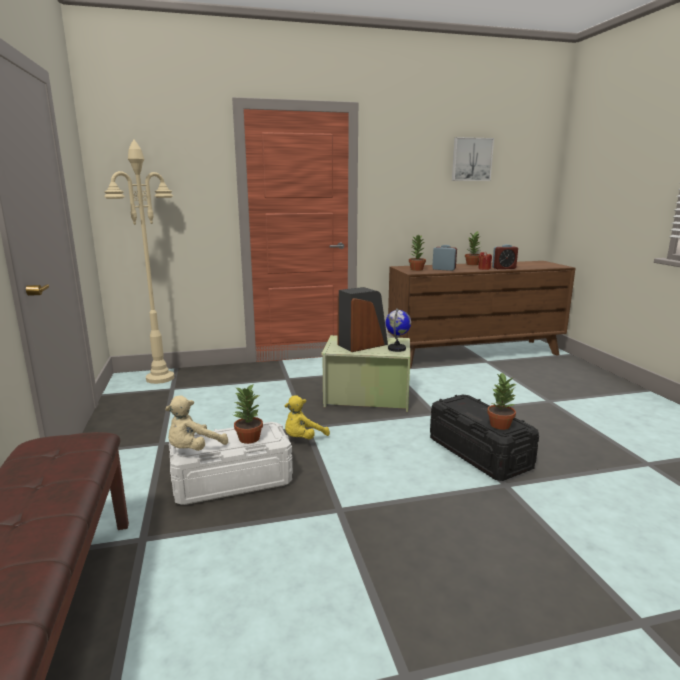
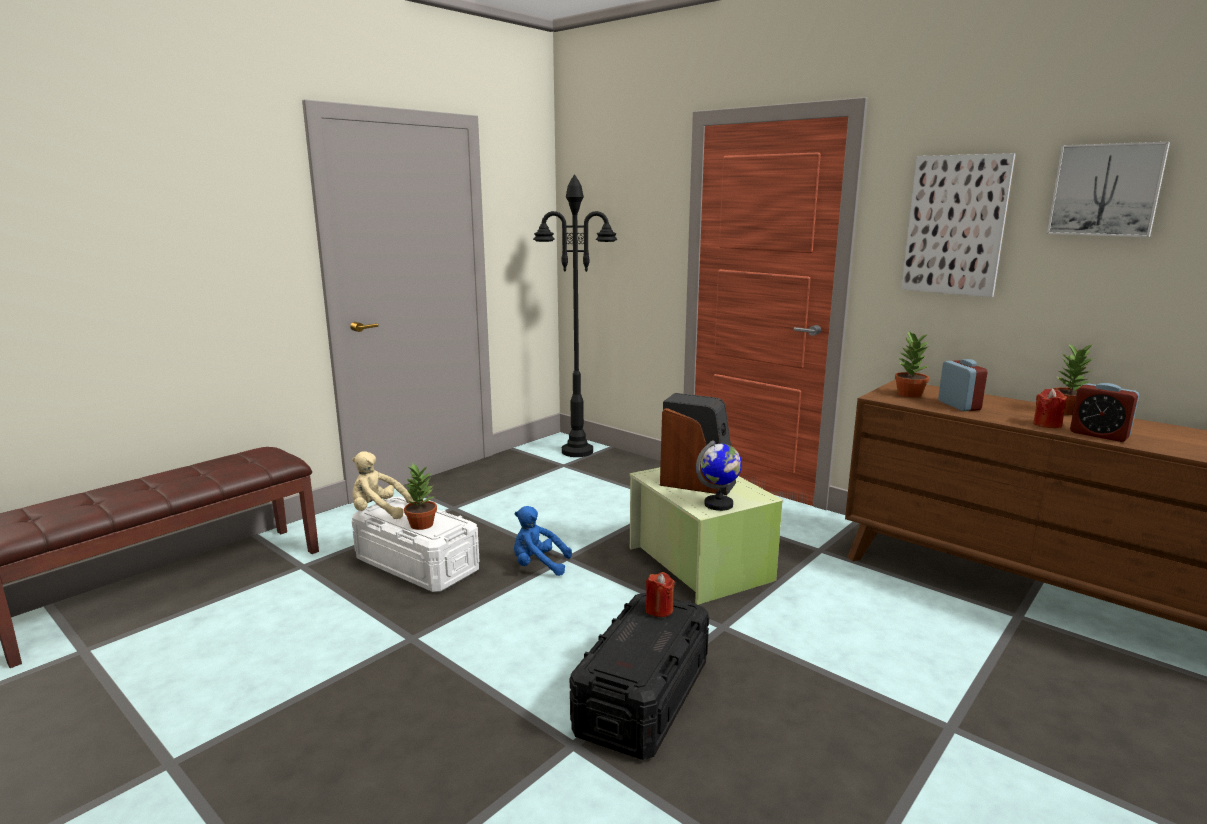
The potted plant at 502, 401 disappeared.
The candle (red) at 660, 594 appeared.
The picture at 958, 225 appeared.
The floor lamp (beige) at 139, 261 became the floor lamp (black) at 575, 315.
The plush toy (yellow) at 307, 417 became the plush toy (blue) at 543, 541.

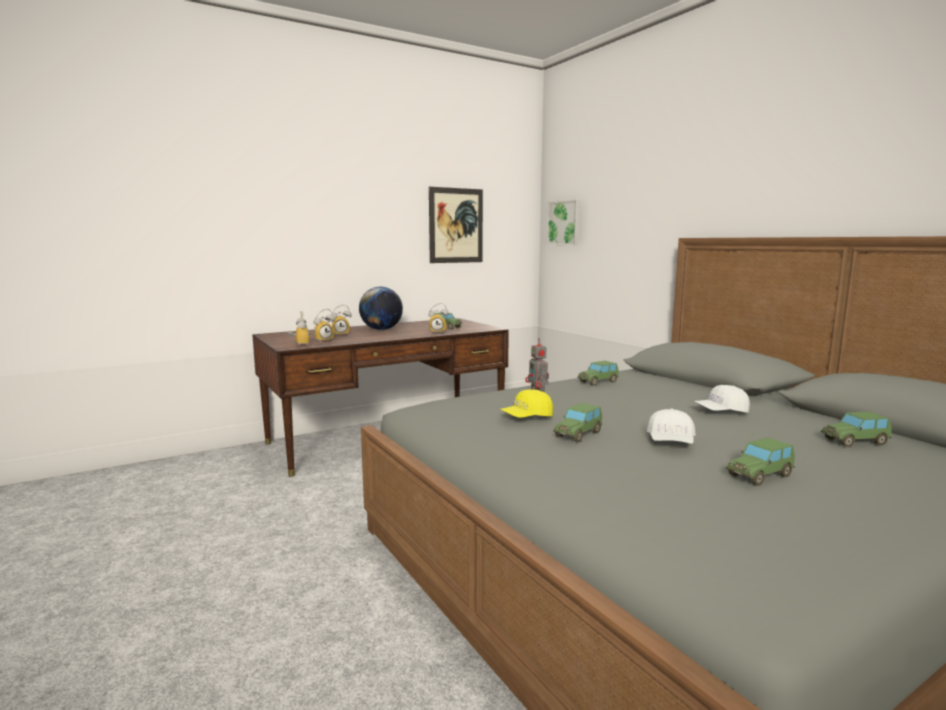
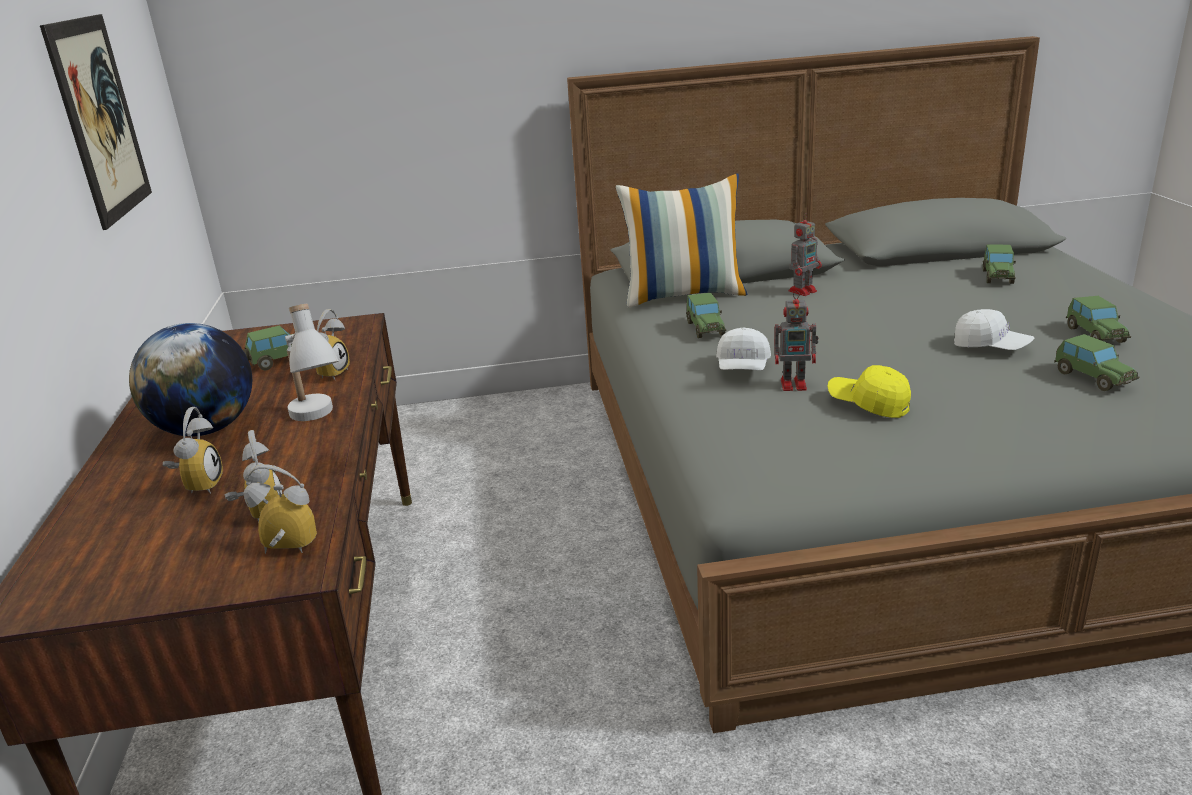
The picture at 563, 223 disappeared.
The table lamp (white) at 312, 362 appeared.
The pillow at 681, 241 appeared.
The toy robot at 805, 254 appeared.
The toy car moved from 577, 422 to 1096, 362.
The cap (white) moved from 722, 399 to 743, 349.
The cap (yellow) at 526, 403 turned 135 degrees clockwise.

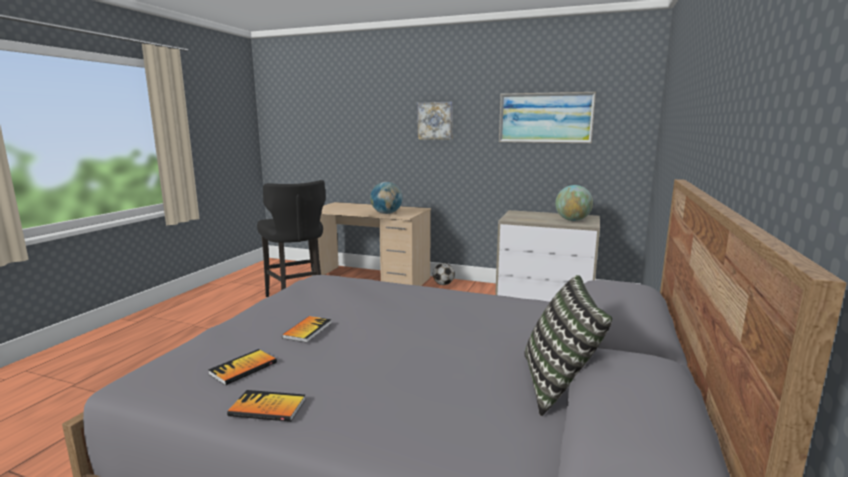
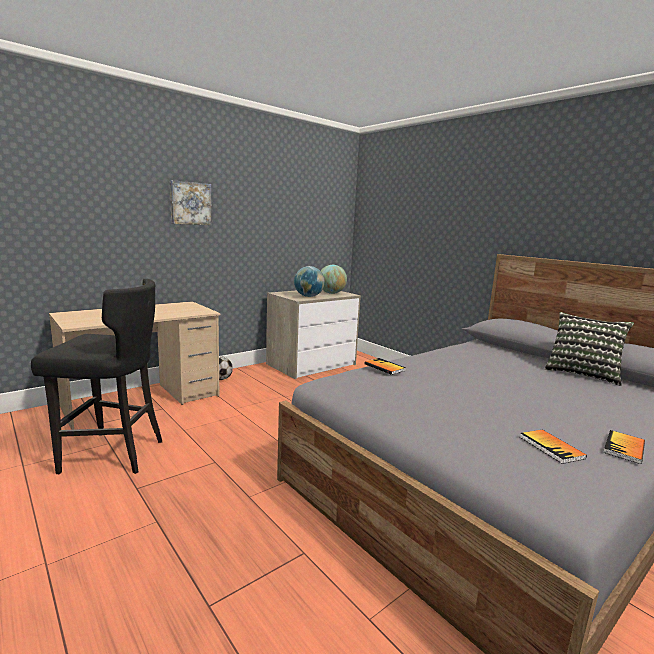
The picture at 547, 117 disappeared.
The book moved from 307, 329 to 385, 366.
The globe moved from 386, 198 to 309, 281.

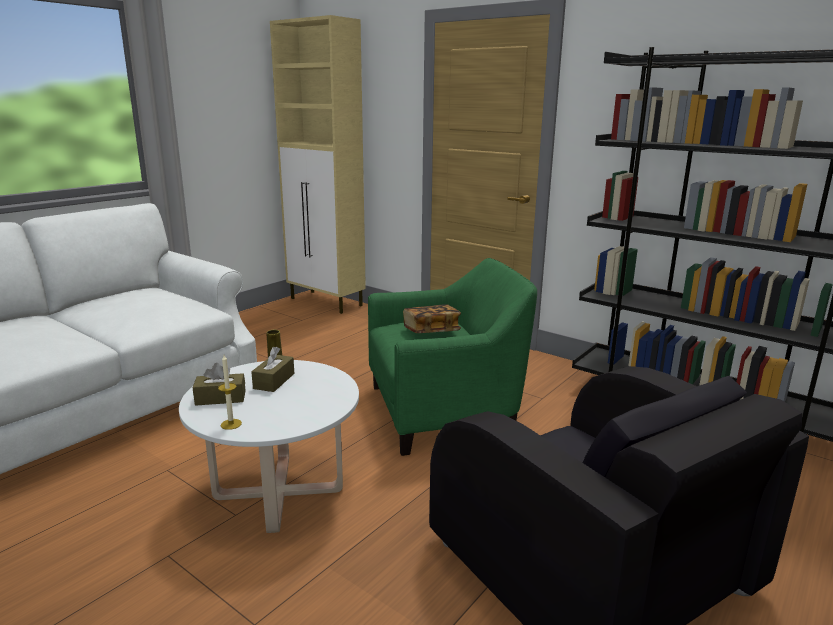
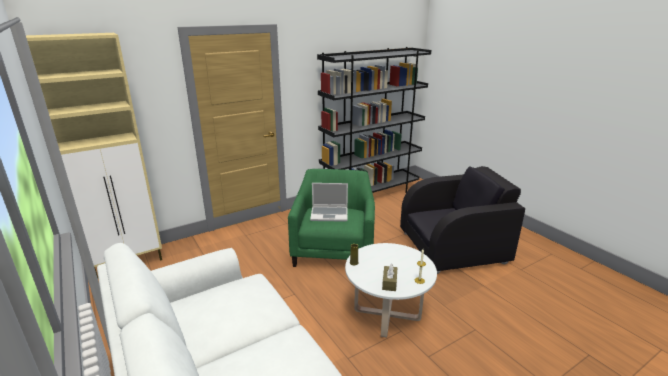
The tissue box (brown) at 272, 369 disappeared.
The book at 432, 319 was replaced by the laptop at 329, 202.

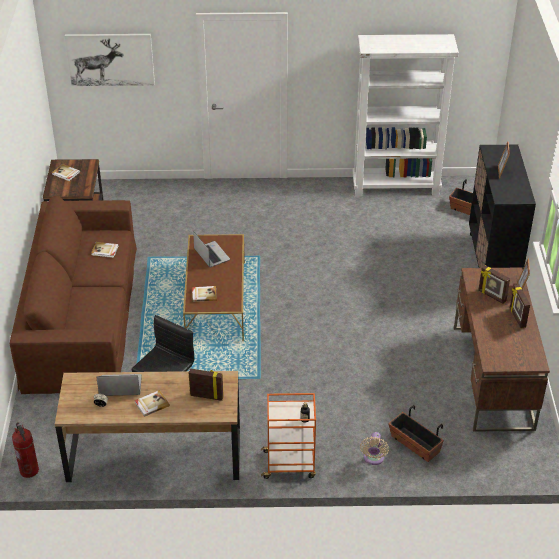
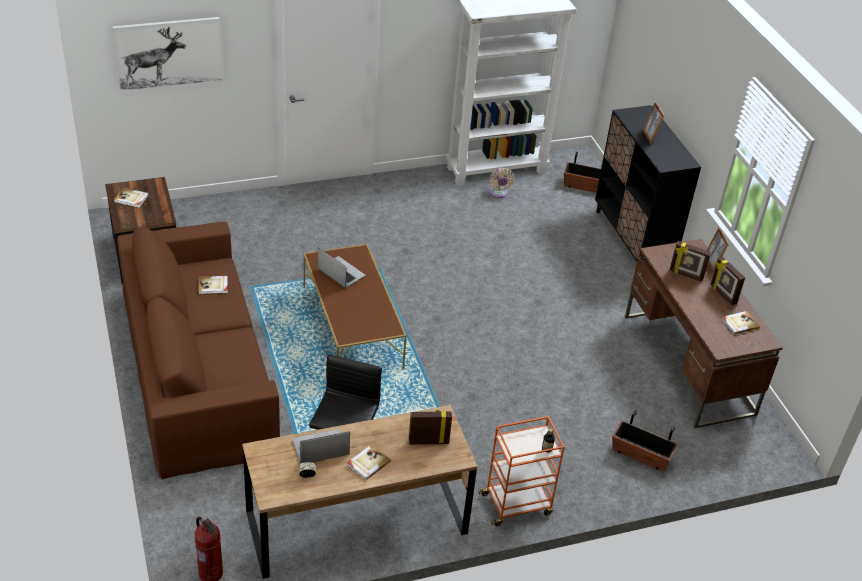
The book moved from 204, 294 to 740, 323.
The fan (beige) moved from 374, 448 to 502, 182.

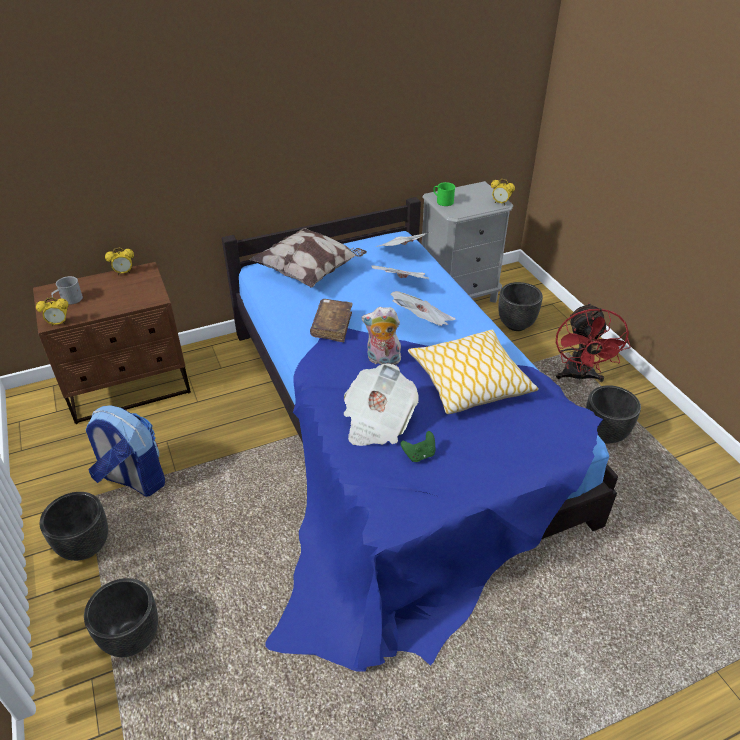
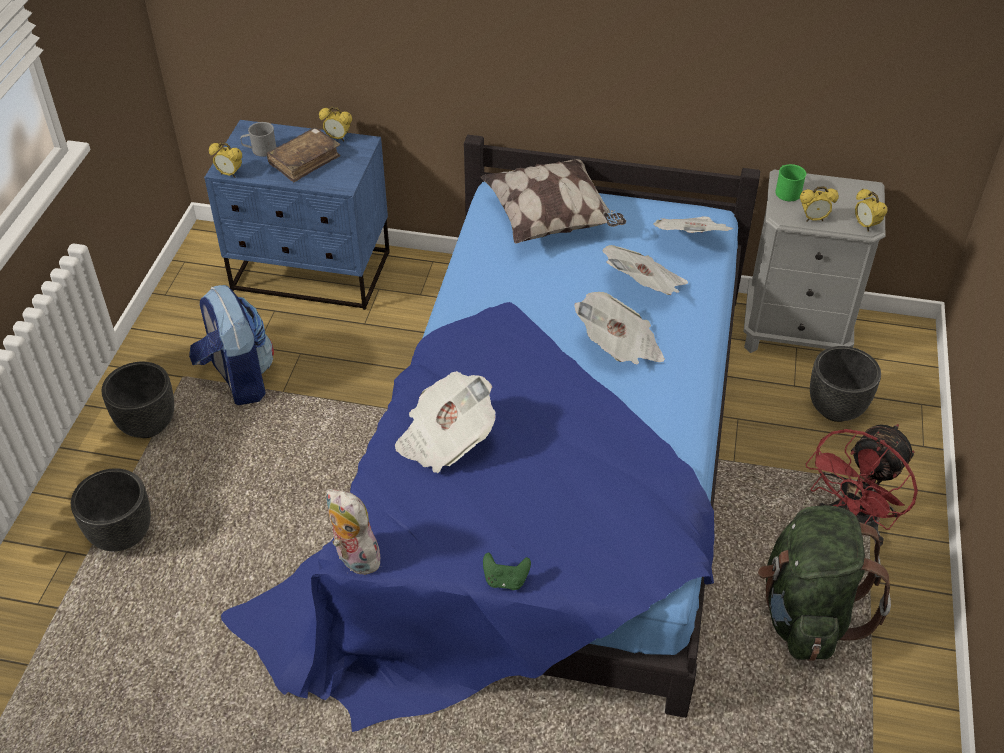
The pillow at 473, 371 disappeared.
The alarm clock at 819, 204 appeared.
The book (brown) moved from 331, 320 to 304, 155.
The plush toy moved from 381, 336 to 356, 532.
The game controller (green) moved from 418, 446 to 507, 571.
The planter (black) at 613, 414 was replaced by the backpack (green) at 824, 583.
The nightstand (brown) at 112, 343 became the nightstand (blue) at 297, 215.

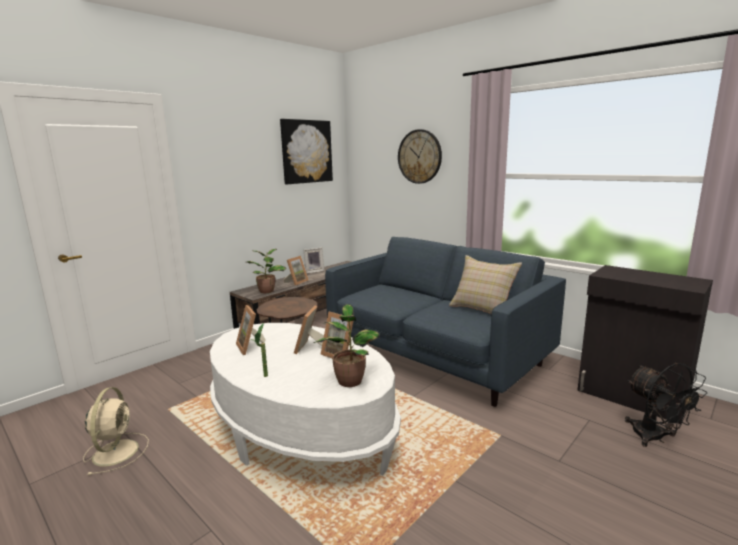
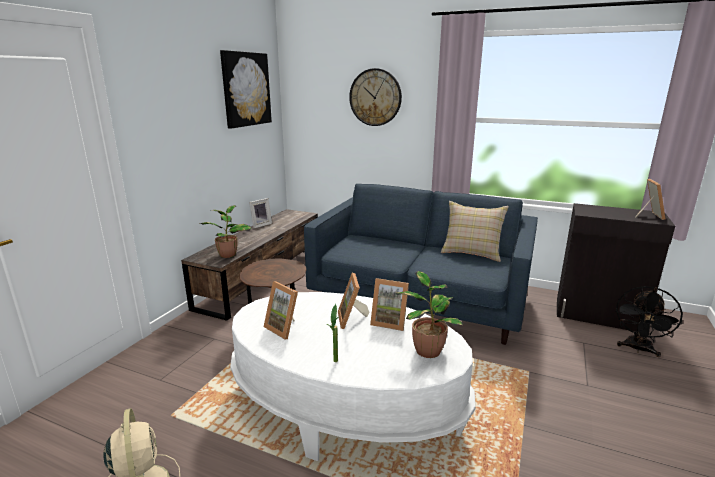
The picture frame moved from 296, 271 to 650, 199.
The fan (black) at 666, 405 turned 75 degrees clockwise.

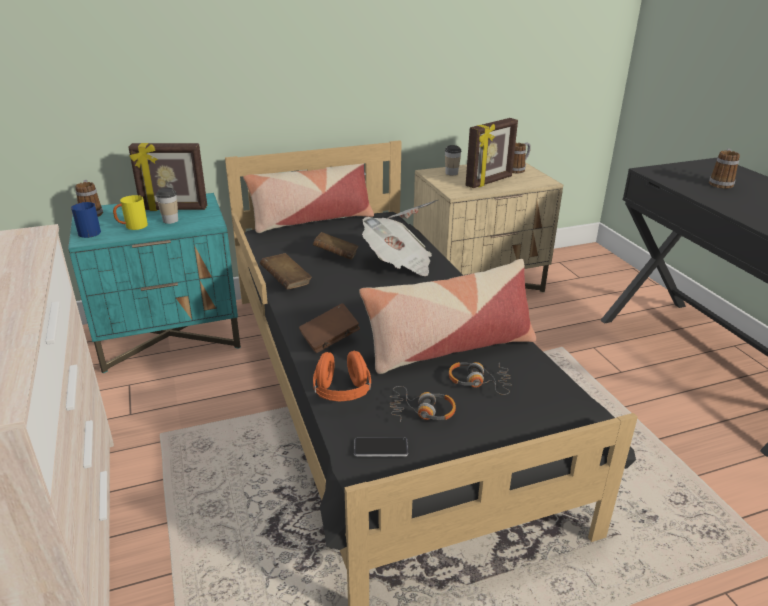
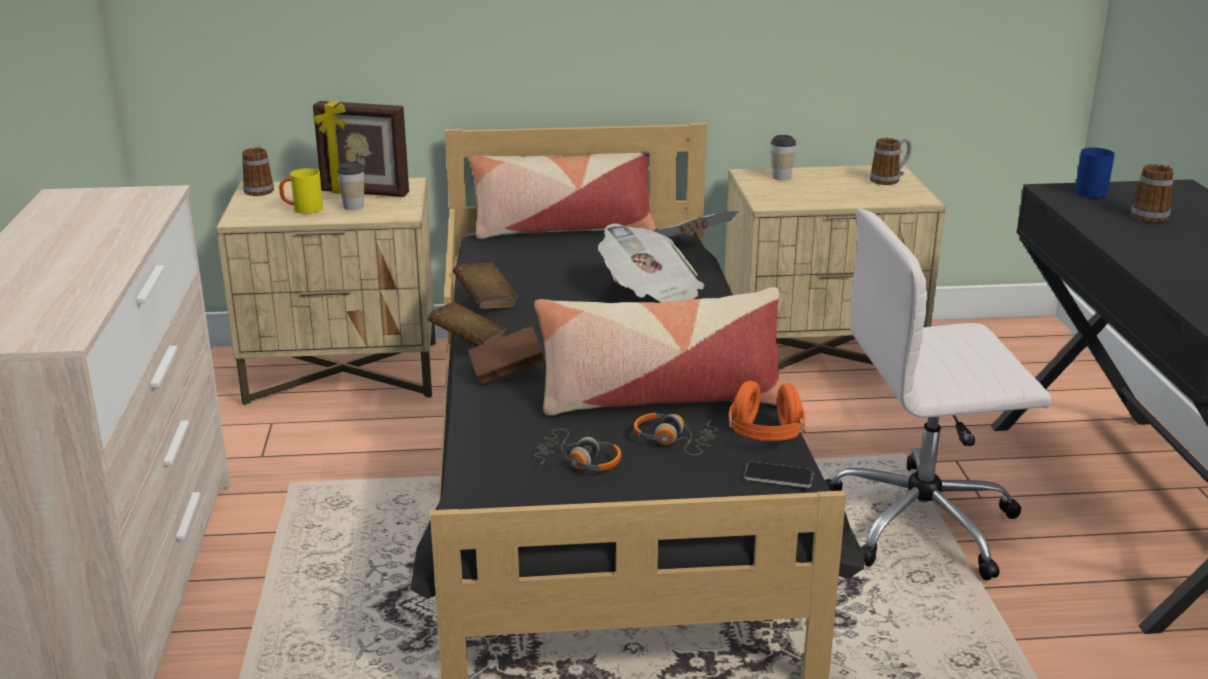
The picture frame at 492, 153 disappeared.
The office chair (white) at 938, 394 appeared.
The mug (blue) moved from 86, 220 to 1095, 173.
The book (brown) moved from 336, 246 to 467, 324.
The headphones (orange) moved from 342, 376 to 767, 410.
The phone moved from 381, 447 to 779, 475.
The nightstand (turquoise) at 154, 283 became the nightstand (beige) at 326, 291.

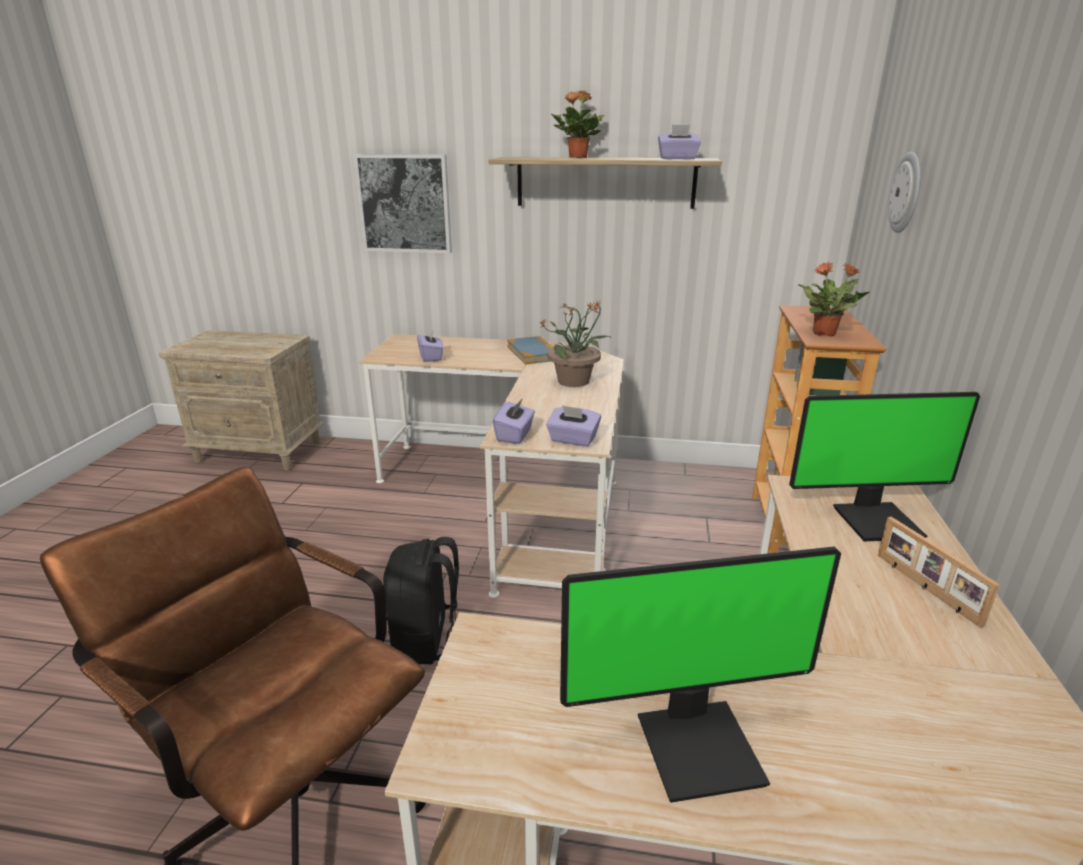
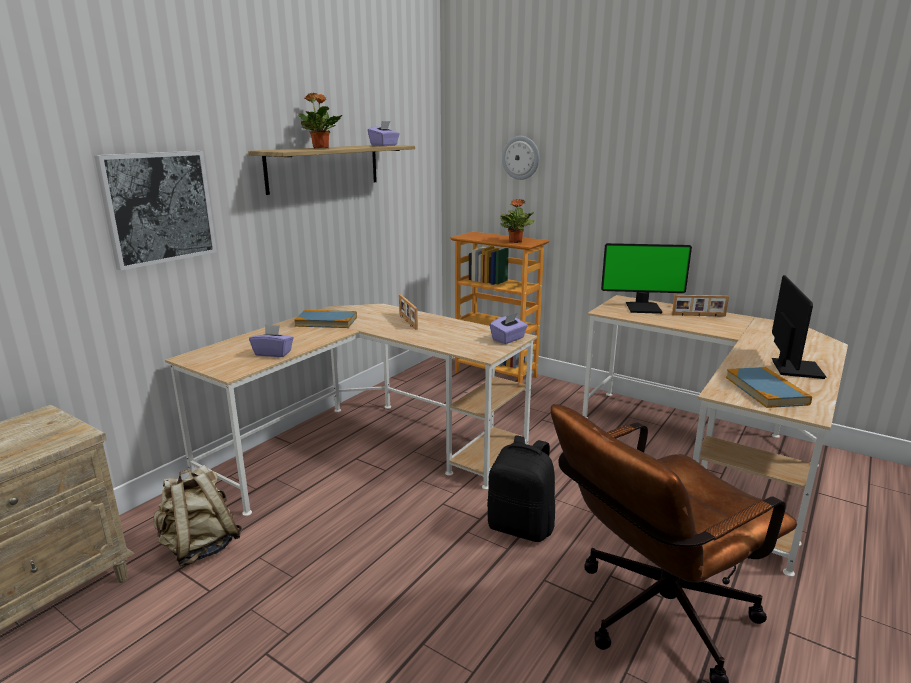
The tissue box (purple) at 514, 421 disappeared.
The backpack (beige) at 197, 515 appeared.
The book at 769, 387 appeared.
The potted plant at 574, 344 was replaced by the picture frame at 408, 312.
The monitor at 884, 466 turned 75 degrees clockwise.

